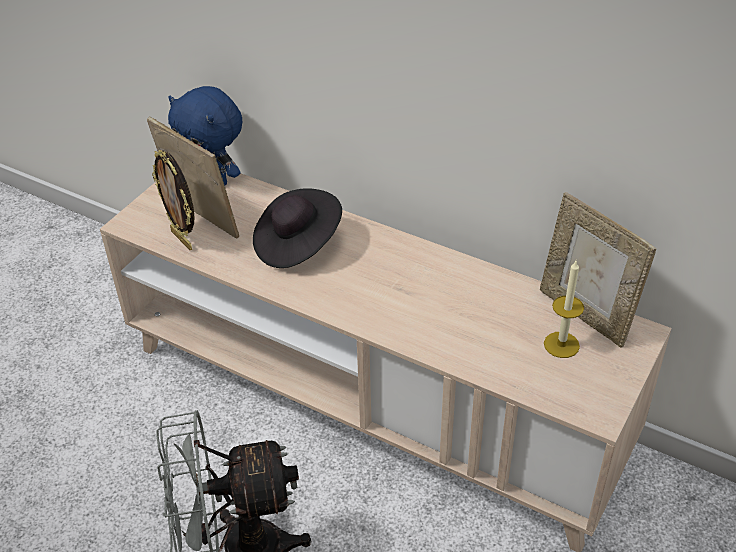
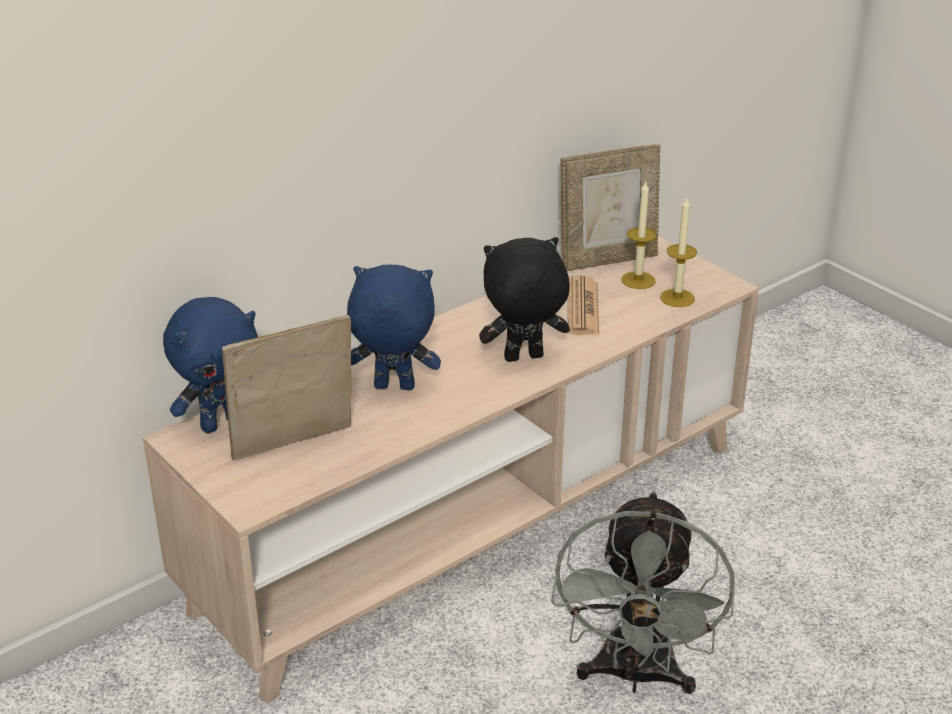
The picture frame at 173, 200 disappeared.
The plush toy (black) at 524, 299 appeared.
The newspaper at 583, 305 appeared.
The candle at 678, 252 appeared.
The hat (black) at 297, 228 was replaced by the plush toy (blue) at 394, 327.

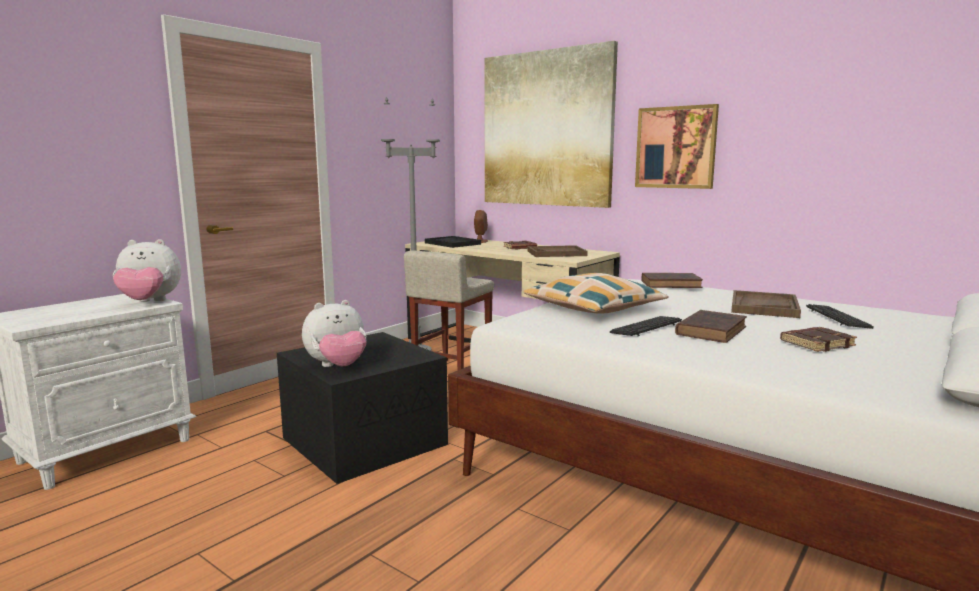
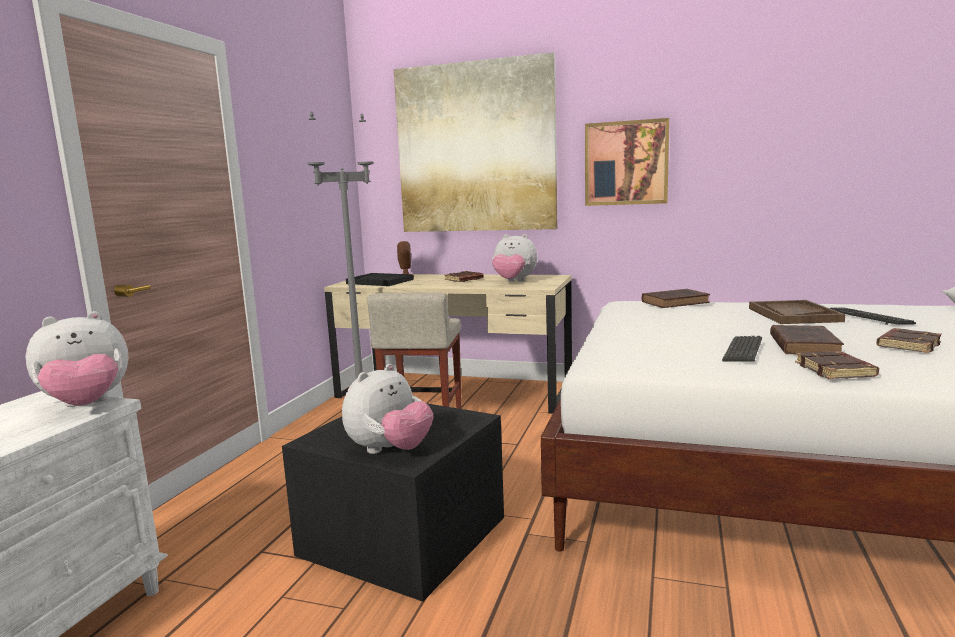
The pillow at 595, 293 disappeared.
The book (brown) at 837, 365 appeared.
The tray (brown) at 557, 251 was replaced by the plush toy at 514, 258.

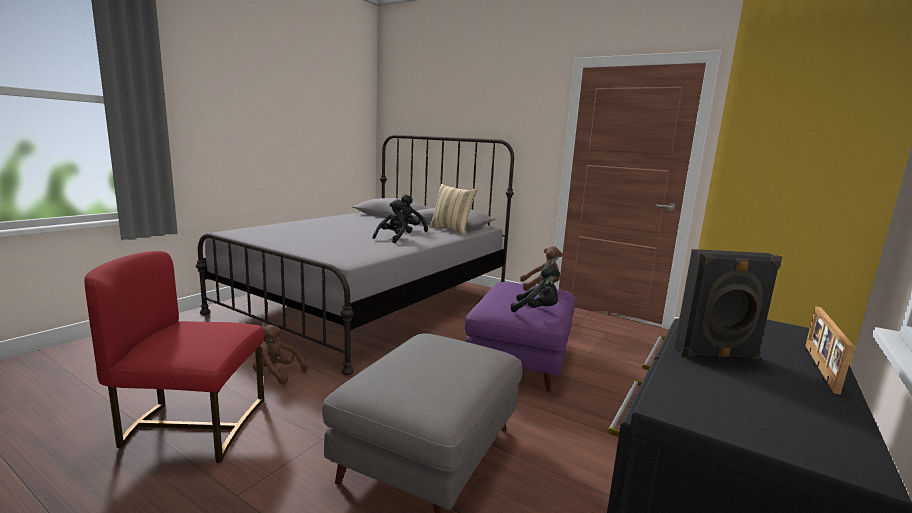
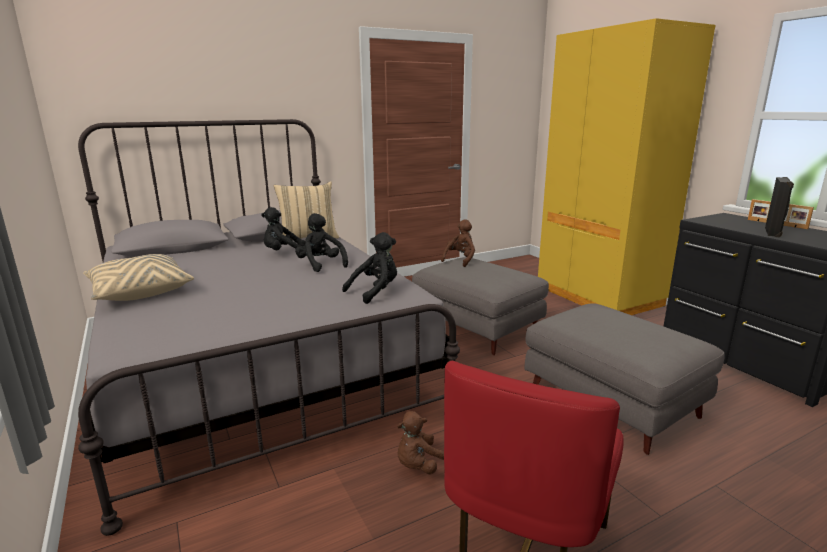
The pillow (beige) at 138, 277 appeared.
The plush toy (black) moved from 535, 287 to 369, 268.
The ottoman (purple) at 520, 337 became the ottoman (grey) at 480, 306.

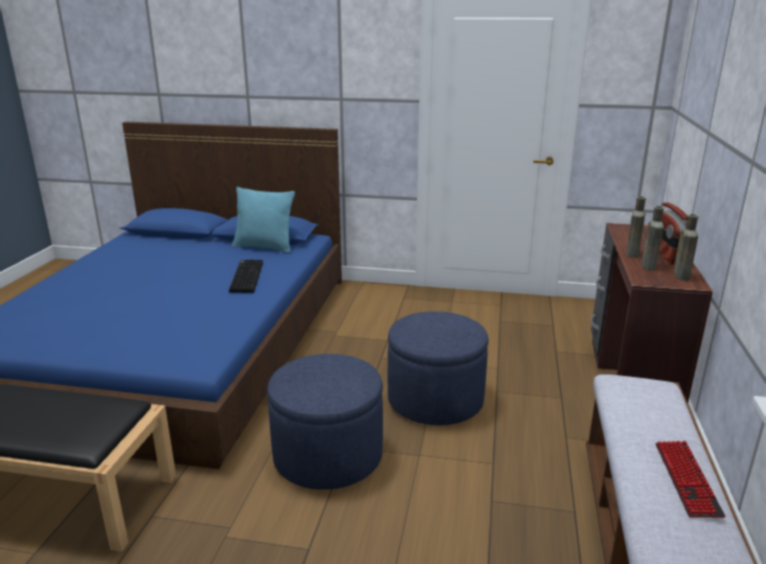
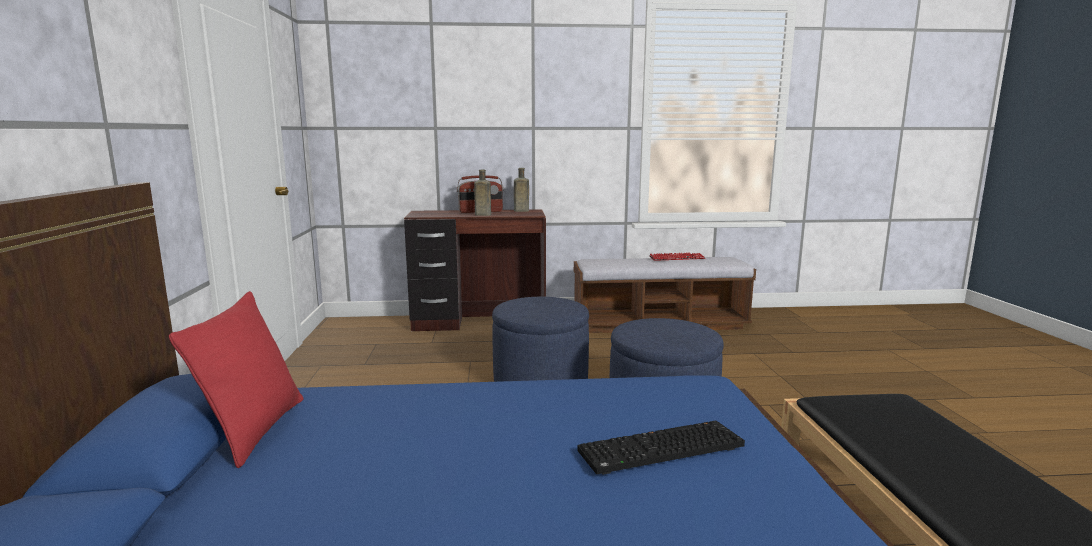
The bottle (brown) at 652, 238 disappeared.
The keyboard moved from 246, 276 to 661, 448.
The pillow (turquoise) at 263, 220 became the pillow (red) at 236, 379.

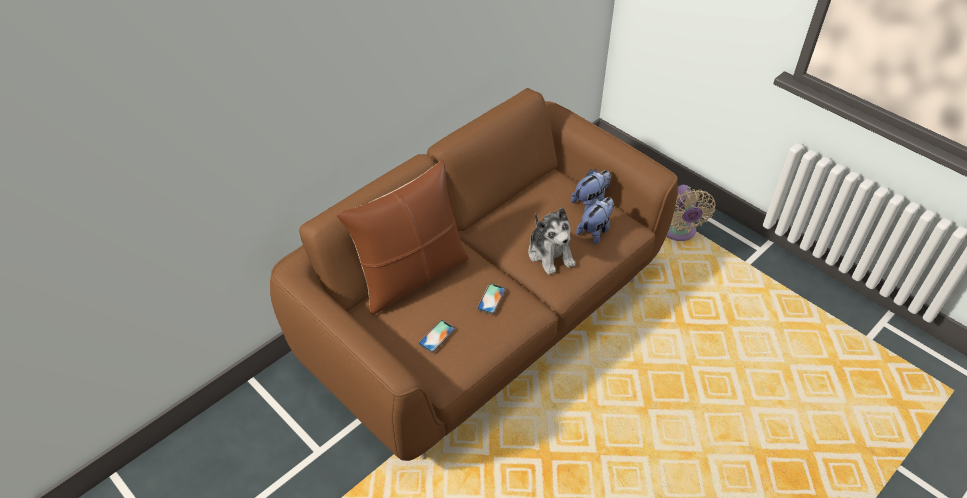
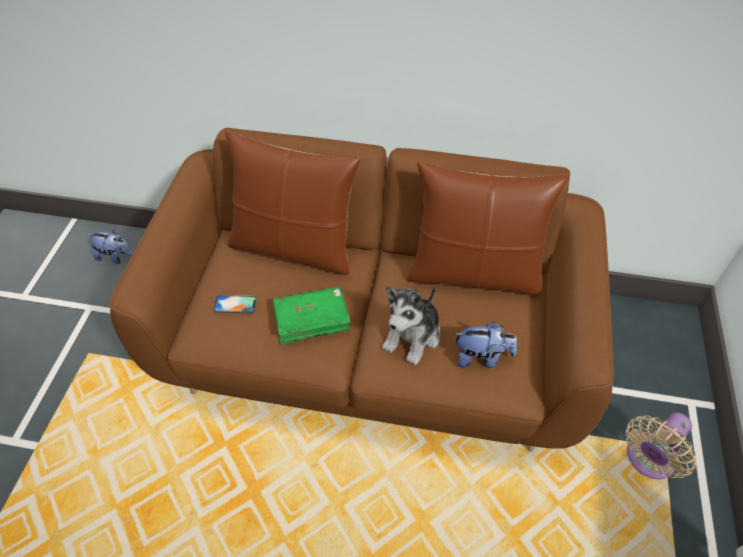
The pillow (brown) at 487, 228 appeared.
The plush toy moved from 591, 190 to 110, 247.
The phone at 491, 298 was replaced by the book (green) at 311, 315.

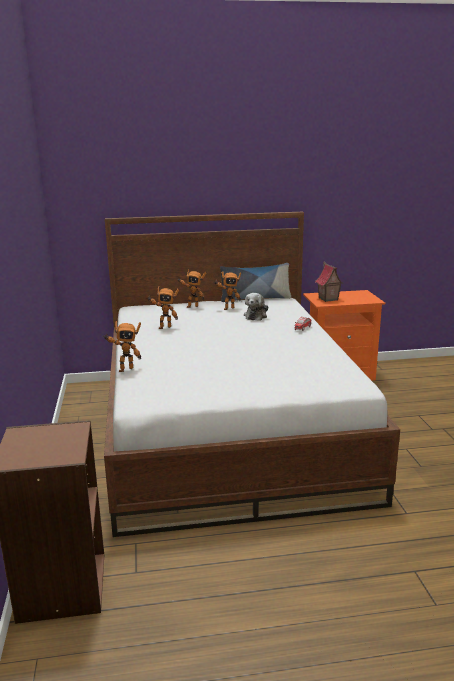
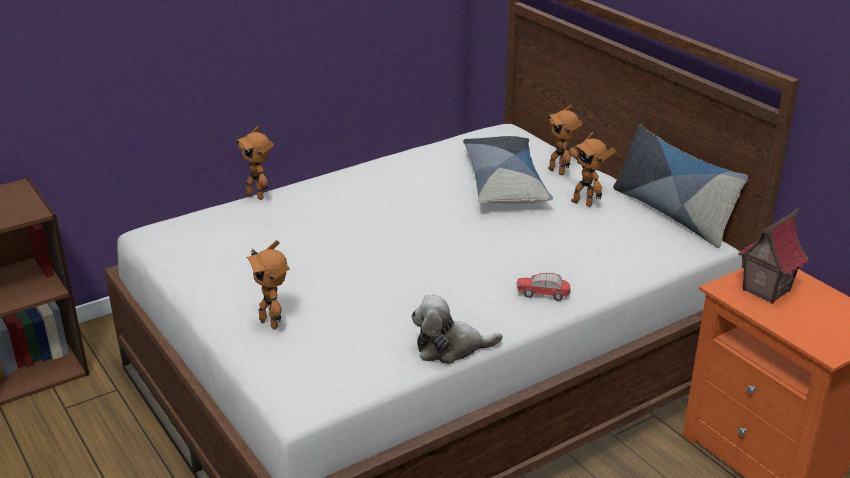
The pillow at 508, 170 appeared.
The toy robot moved from 163, 307 to 267, 284.
The plush toy moved from 256, 307 to 457, 329.

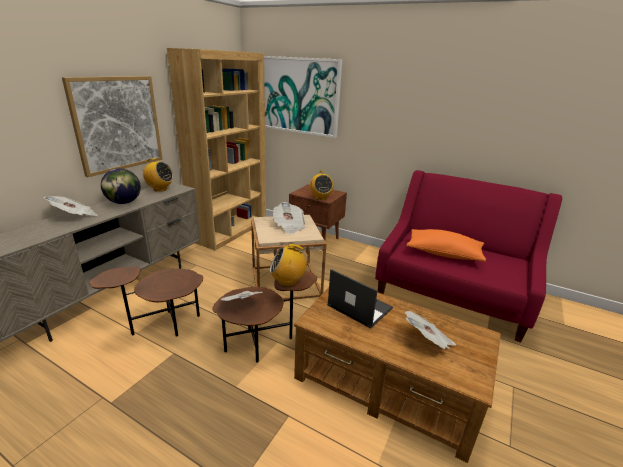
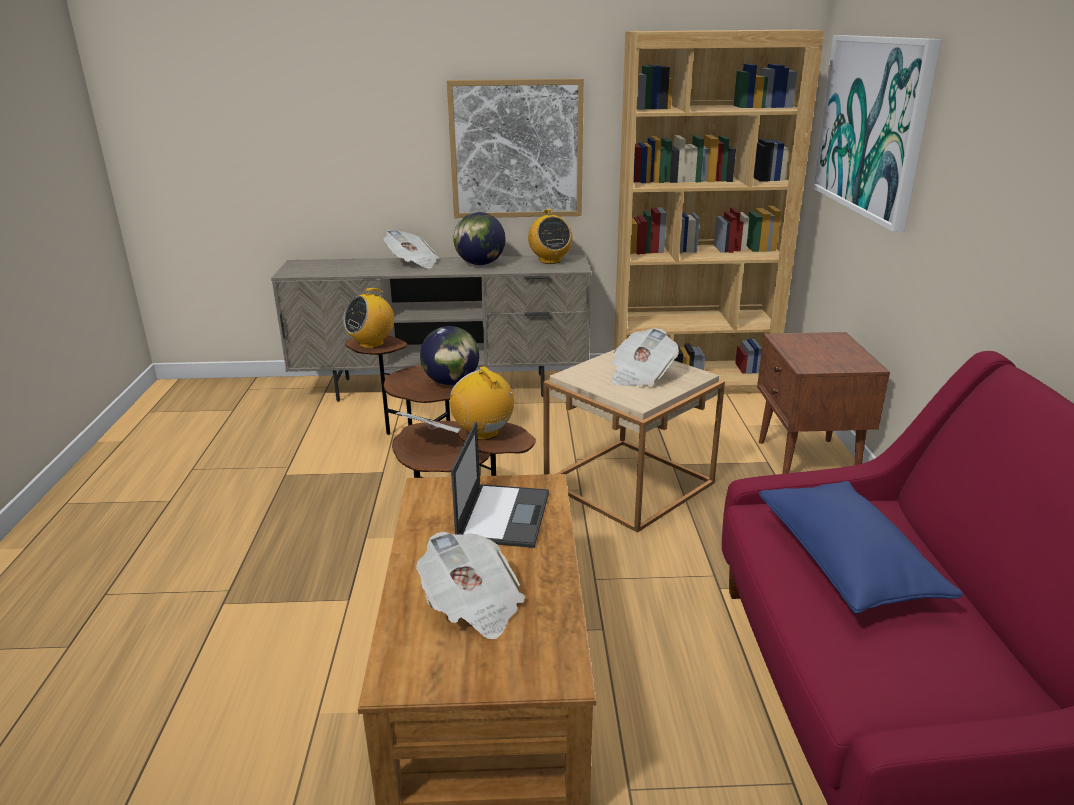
The globe at 449, 355 appeared.
The radio moved from 322, 185 to 368, 318.
The pillow (orange) at 446, 245 became the pillow (blue) at 861, 547.

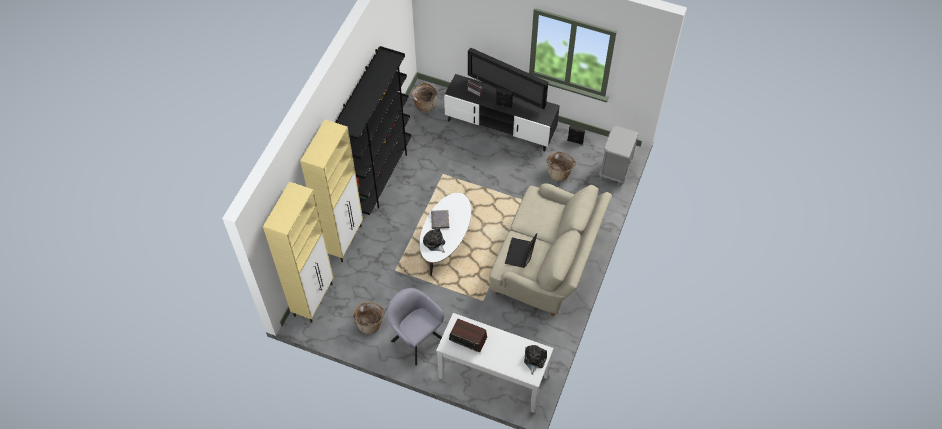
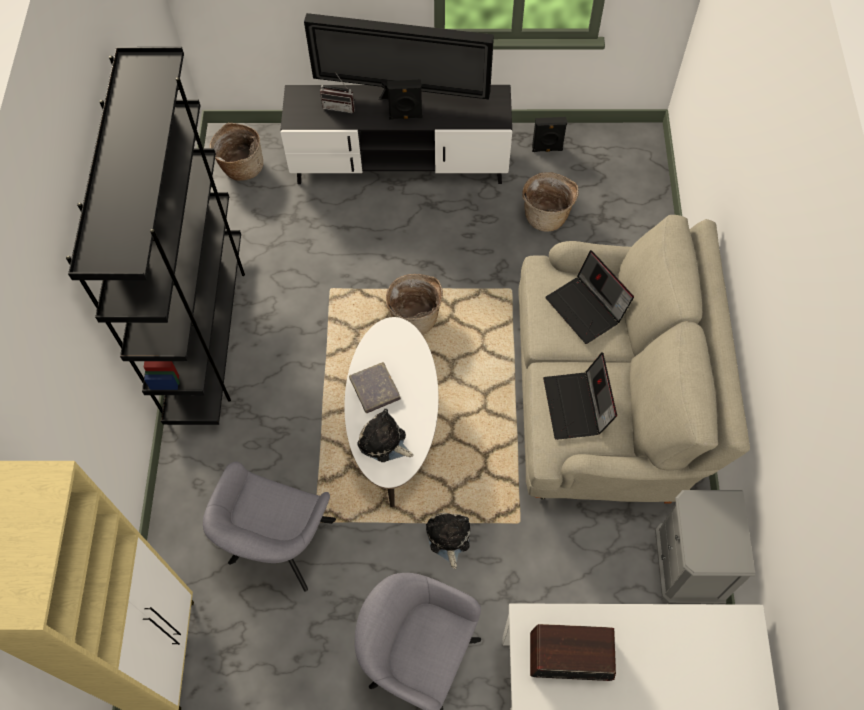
The cabinet (beige) at 331, 190 disappeared.
The armchair (grey) at 269, 527 appeared.
The laptop at 589, 297 appeared.
The basket moved from 369, 318 to 414, 304.
The plush toy moved from 535, 360 to 448, 541.
The nightstand (grey) moved from 619, 156 to 705, 547.

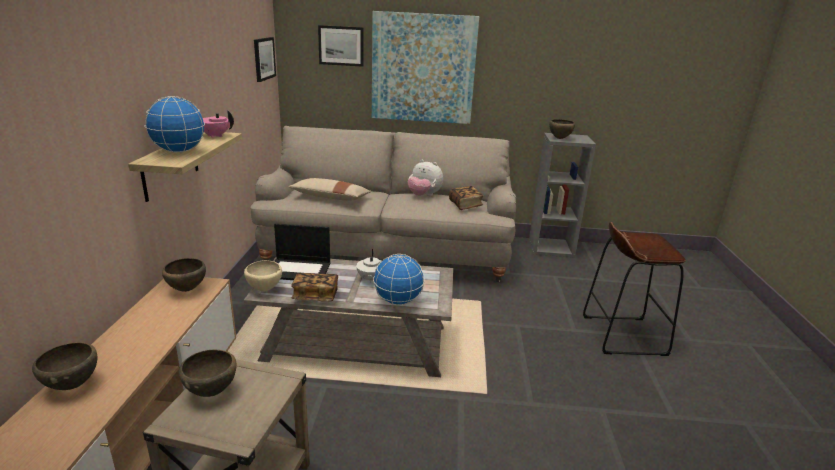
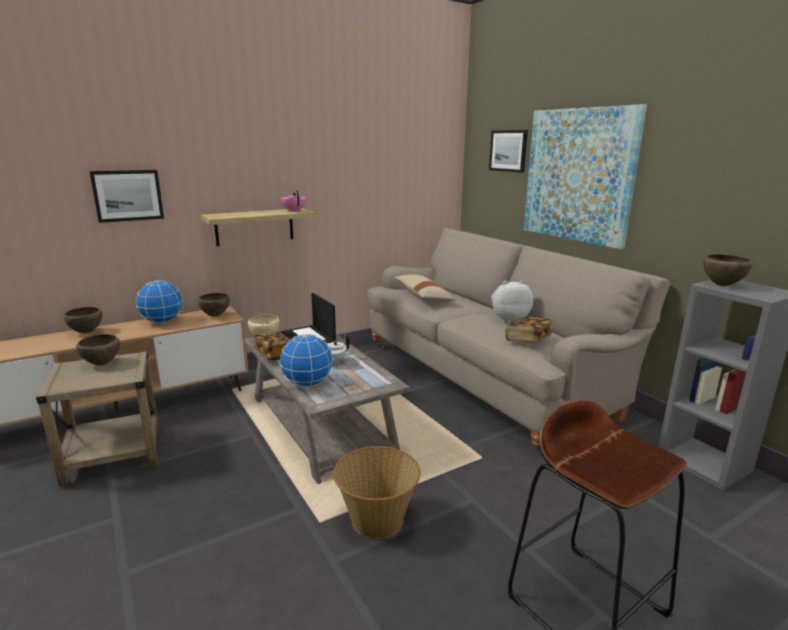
The basket at 377, 492 appeared.
The globe moved from 175, 124 to 159, 301.
The picture moved from 265, 59 to 126, 196.
The plush toy at 425, 178 turned 90 degrees clockwise.

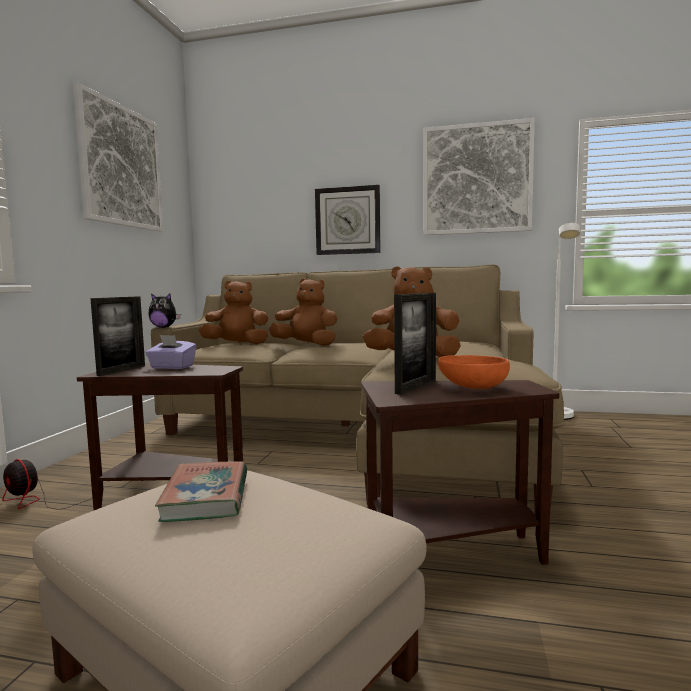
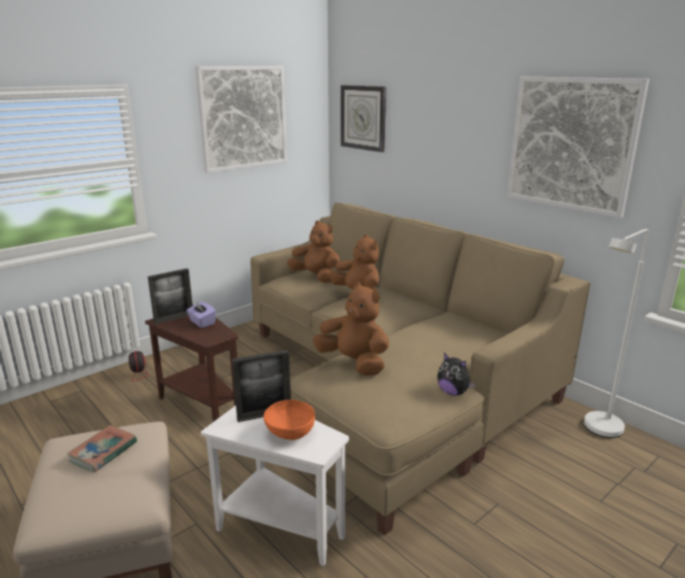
The plush toy moved from 164, 310 to 456, 374.
The wall clock moved from 348, 220 to 363, 118.
The side table (brown) at 460, 472 became the side table (white) at 275, 486.

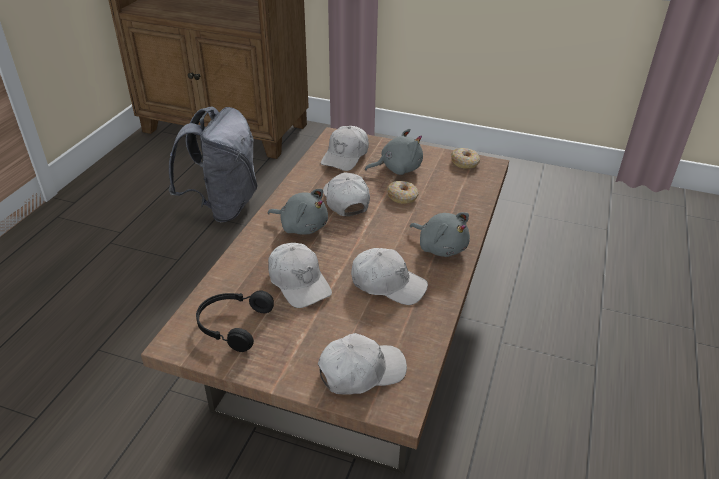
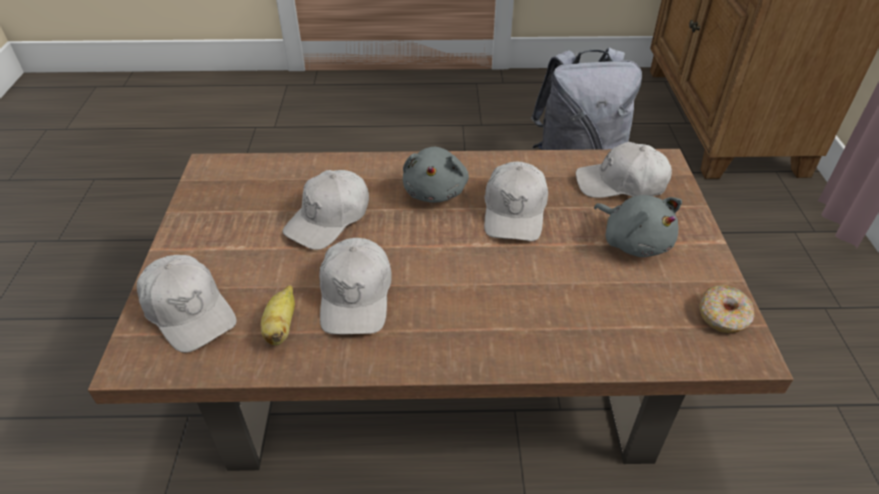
The headphones (black) at 235, 321 disappeared.
The donut at 403, 192 disappeared.
The plush toy (grey) at 440, 234 disappeared.
The banana at 278, 315 appeared.
The cap (white) at 346, 194 turned 135 degrees clockwise.

